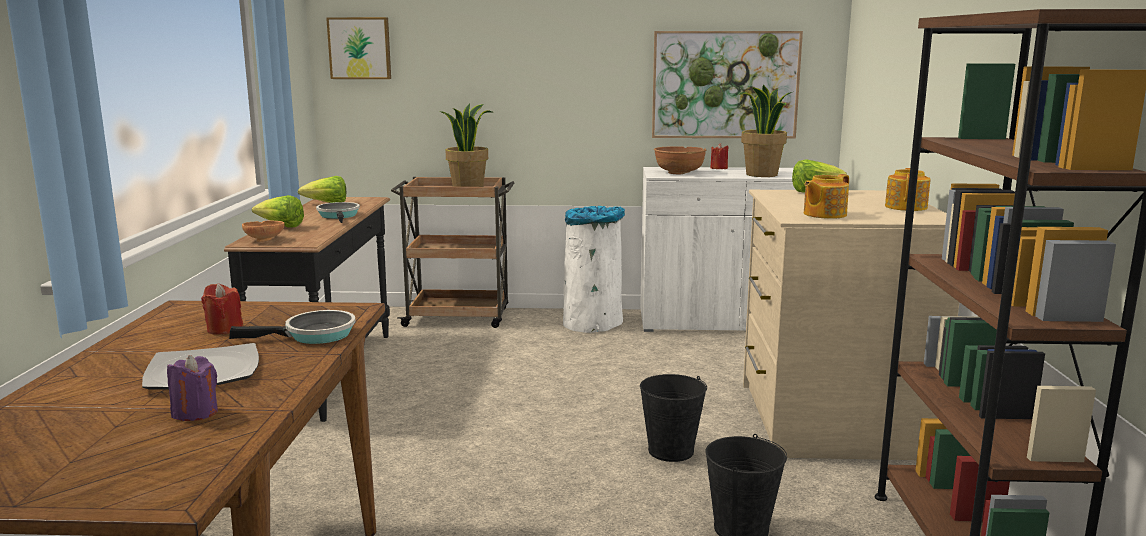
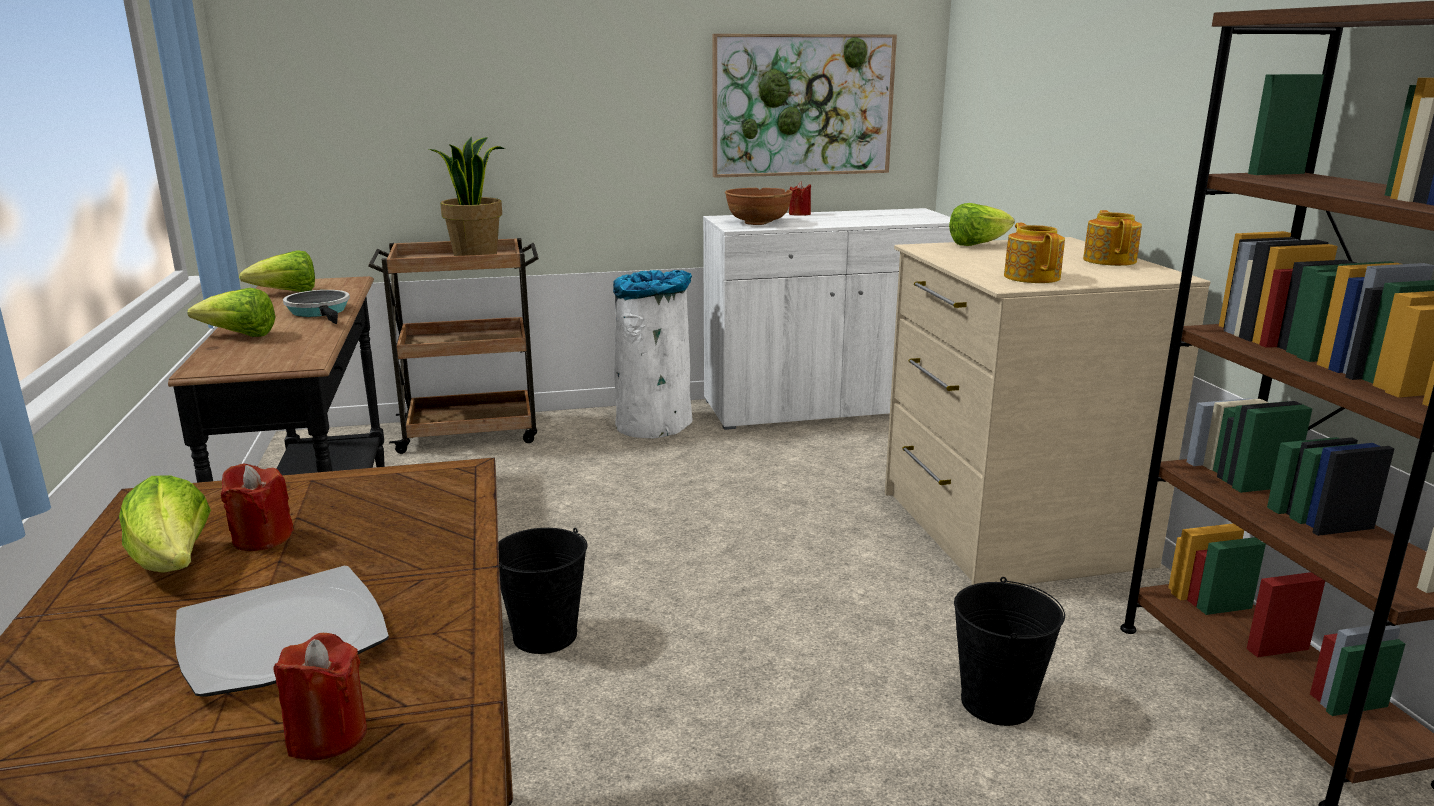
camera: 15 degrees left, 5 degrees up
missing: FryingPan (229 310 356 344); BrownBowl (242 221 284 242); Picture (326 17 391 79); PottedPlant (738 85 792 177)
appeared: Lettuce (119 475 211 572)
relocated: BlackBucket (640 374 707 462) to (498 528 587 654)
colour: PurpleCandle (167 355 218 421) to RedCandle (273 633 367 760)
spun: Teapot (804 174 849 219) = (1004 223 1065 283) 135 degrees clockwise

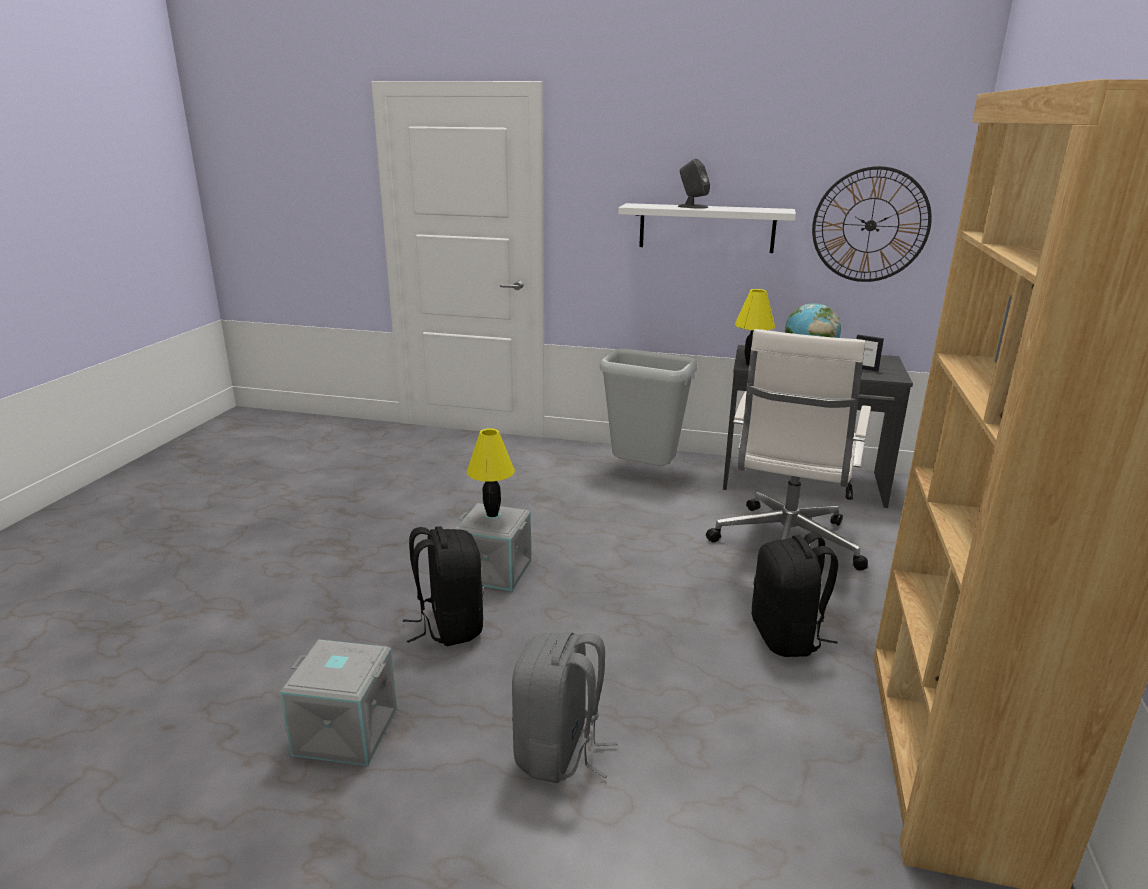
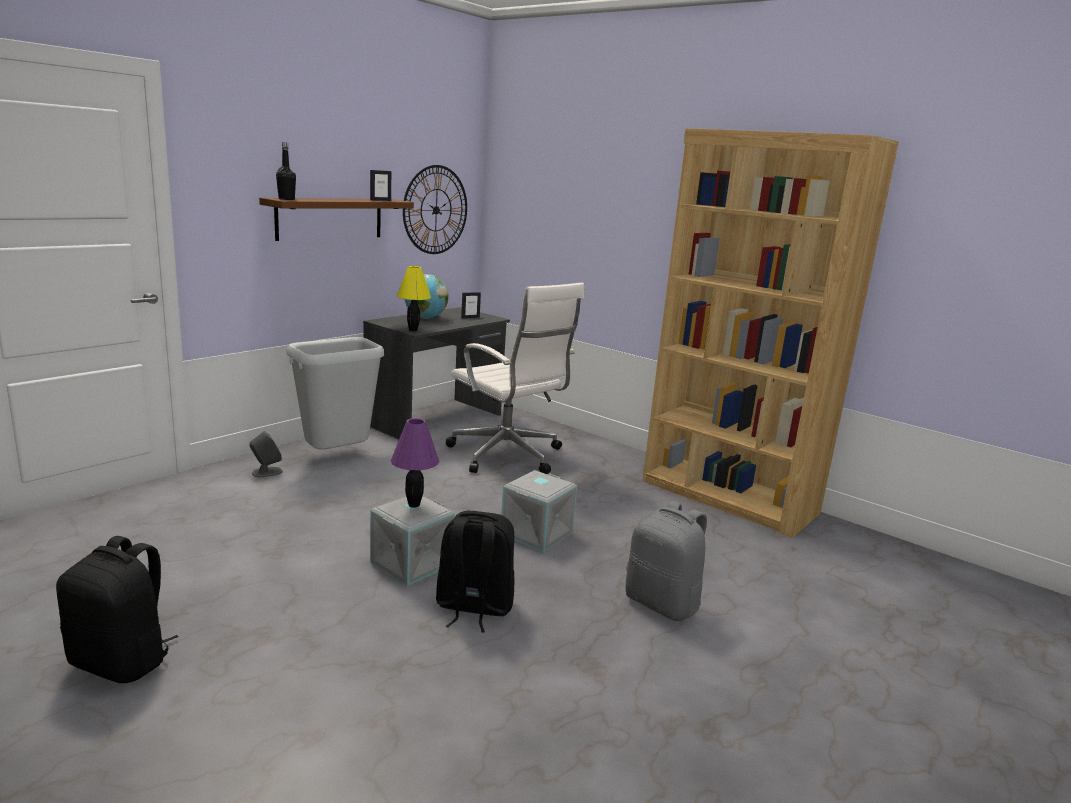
camera: 65 degrees left, 5 degrees down
appeared: BlackBottle (276 142 296 200); PictureFrame (370 170 391 201)
relocated: BlackBackpack (752 532 838 657) to (56 536 178 683); GreySpeaker (678 158 710 209) to (249 431 283 477); GreyStorageBox (280 640 397 766) to (501 470 577 553)
colour: WhiteShelf (618 203 796 253) to BrownShelf (259 198 414 241); YellowTableLamp (467 428 515 517) to PurpleTableLamp (391 418 439 508)

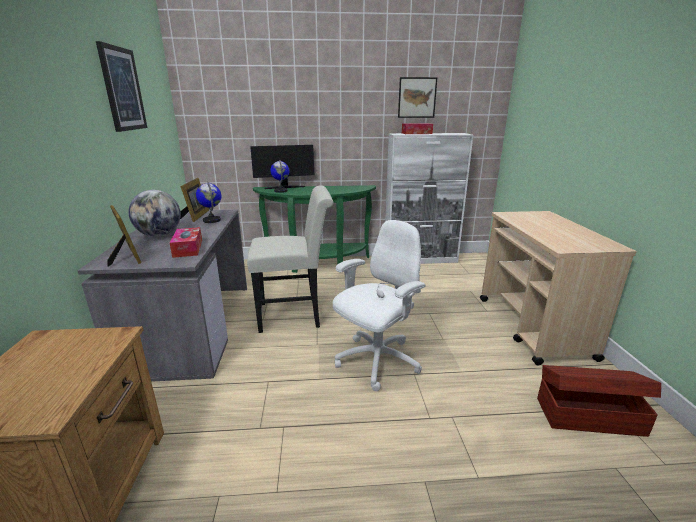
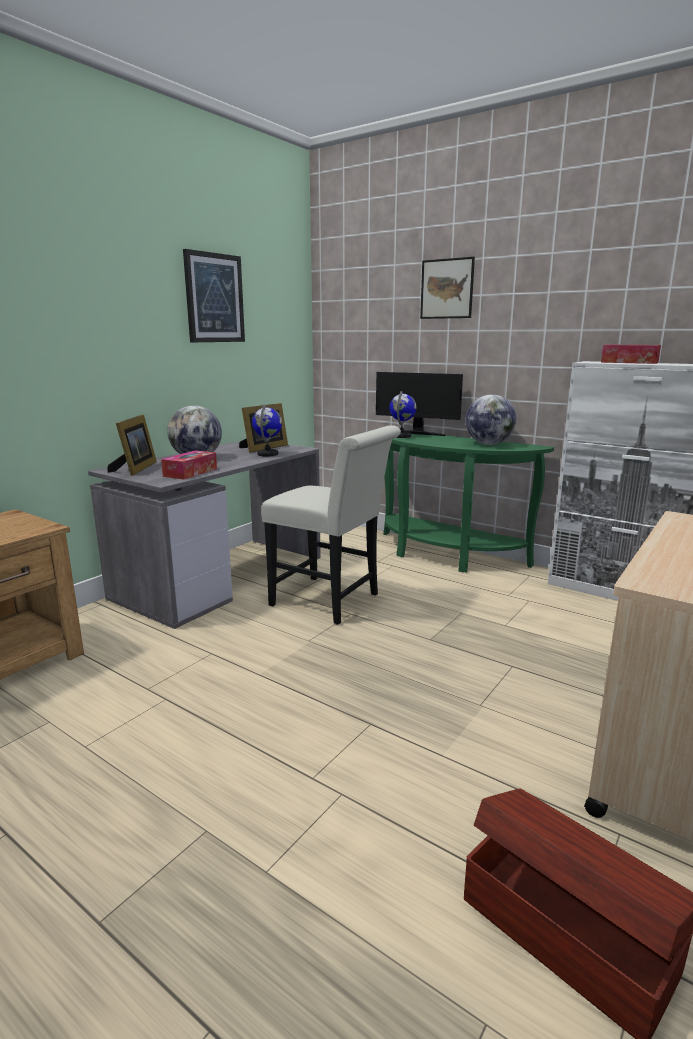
camera: 40 degrees right, 5 degrees down
missing: WhiteOfficeChair (333 220 425 391)
appeared: Globe (465 394 516 445)
relocated: Picture (398 77 437 118) to (420 257 475 319)

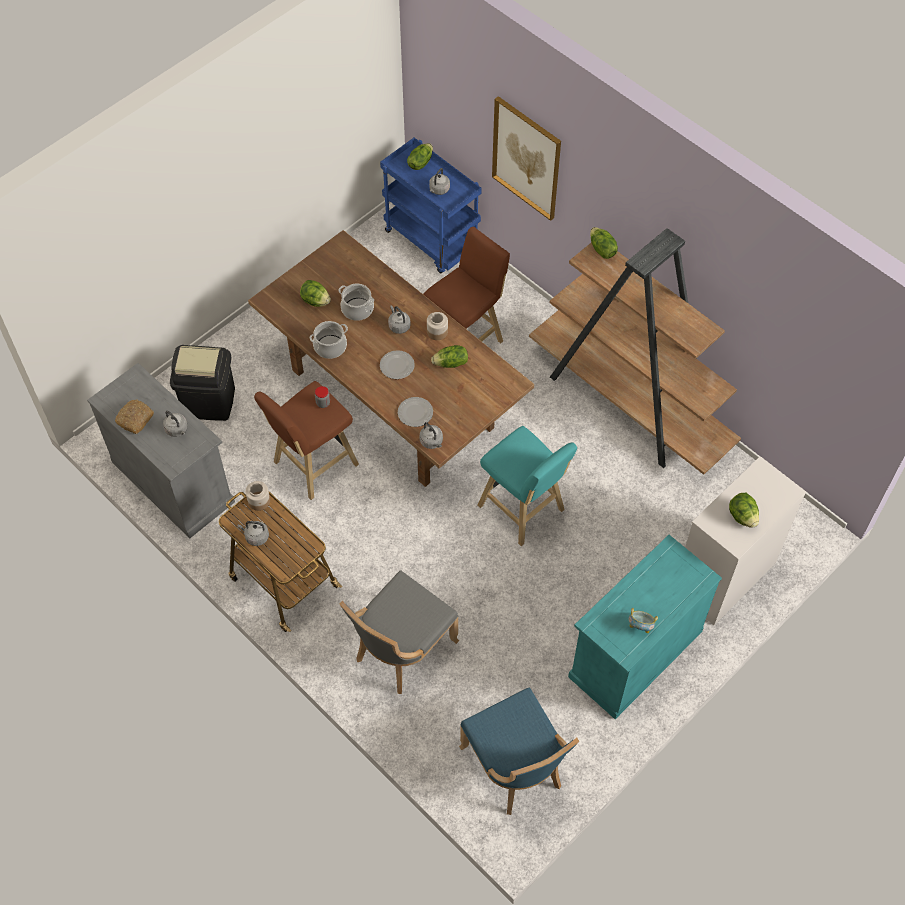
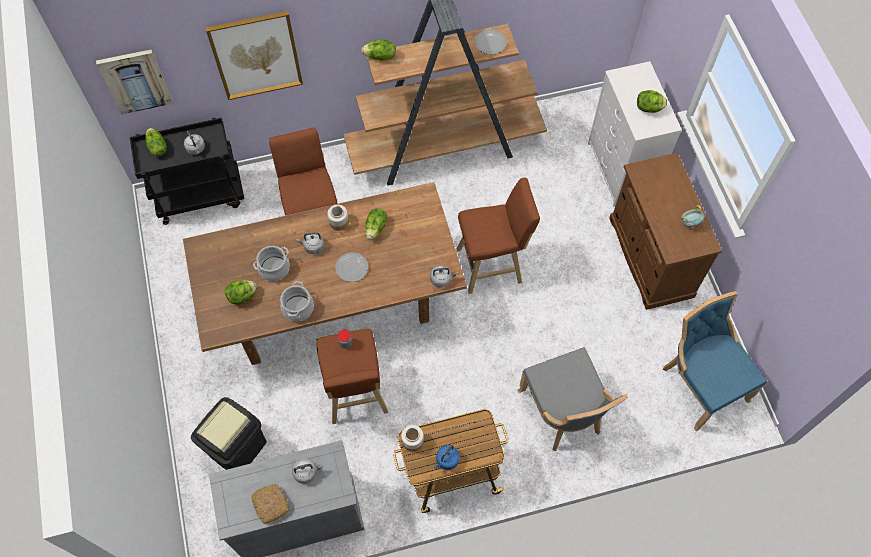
camera: 60 degrees left, 5 degrees up
appeared: Picture (96 50 173 115)
relocated: Plate (398 397 433 427) to (475 29 507 54)
colour: BlueCart (380 138 482 273) to BlackCart (130 118 244 225); GreyKettle (238 521 269 546) to BlueKettle (434 445 460 470); TurquoiseStool (477 426 577 546) to BrownStool (456 178 540 294); TurquoiseCabinet (568 535 722 719) to BrownCabinet (609 153 722 310)
spun: BlueChair (459 687 579 815) = (662 291 767 432) 120 degrees counterclockwise

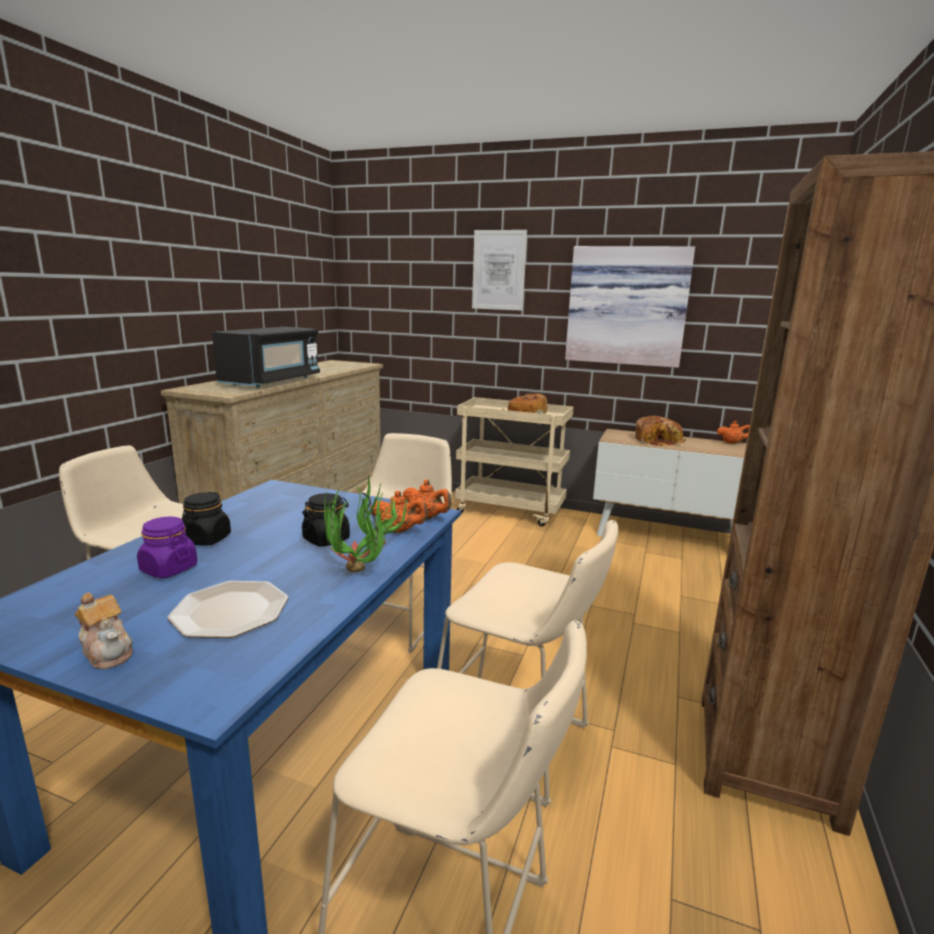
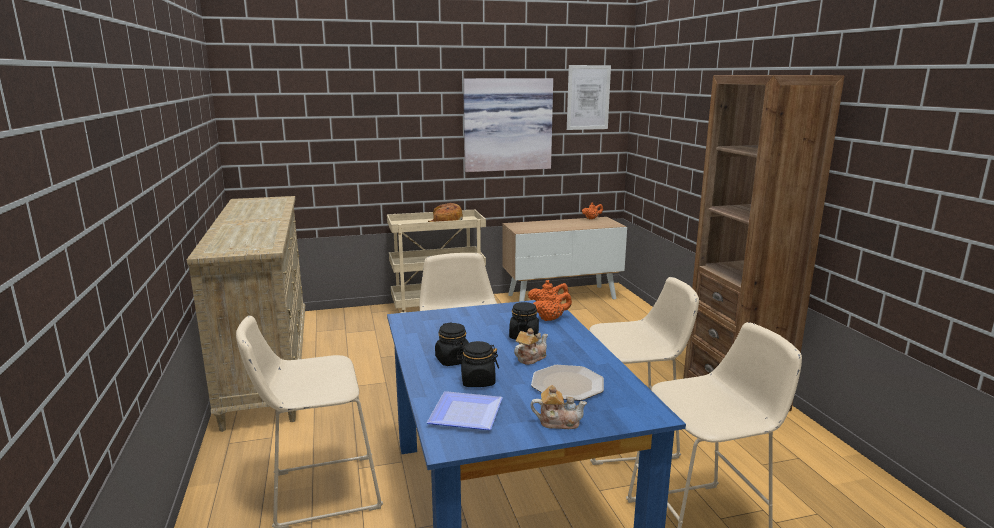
camera: 35 degrees left, 0 degrees up
missing: BlackMicrowave (212 327 320 388); PottedPlant (324 475 408 572); Bread (635 416 686 446)
appeared: Plate (427 391 503 430); Teapot (514 328 548 365)
relocated: Picture (472 230 527 311) to (567 65 611 130)
colour: PurpleJar (137 517 197 578) to BlackJar (456 341 499 387)

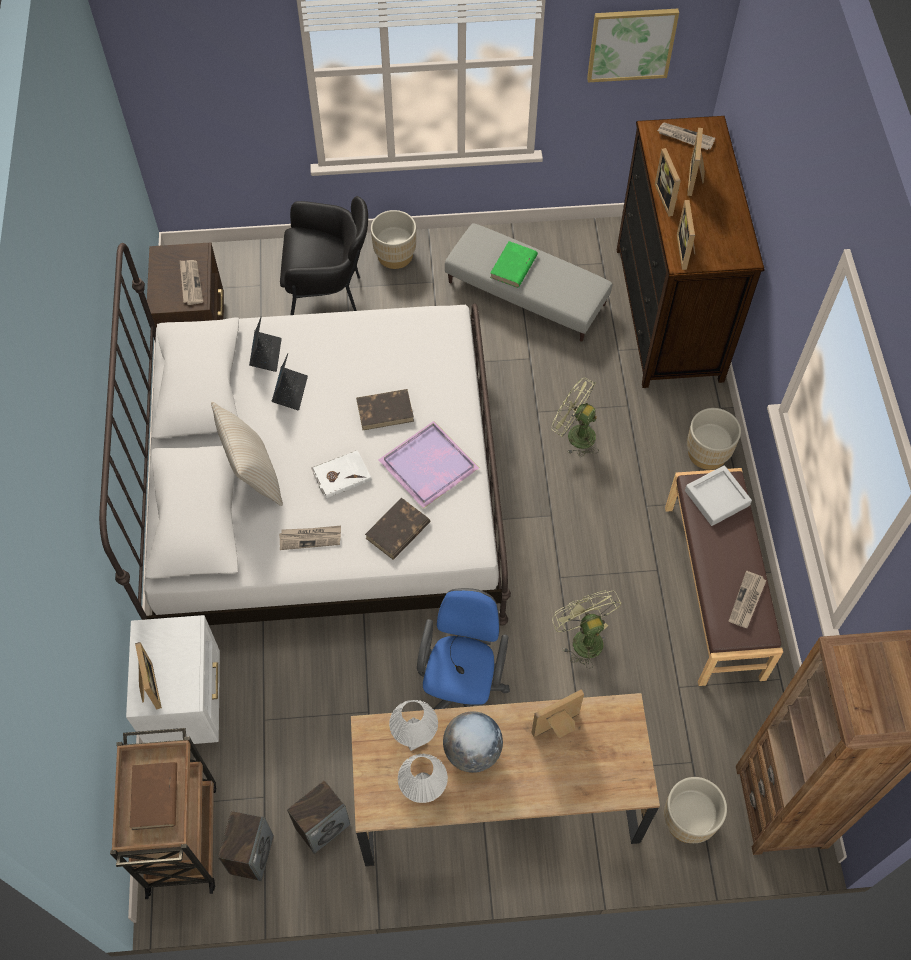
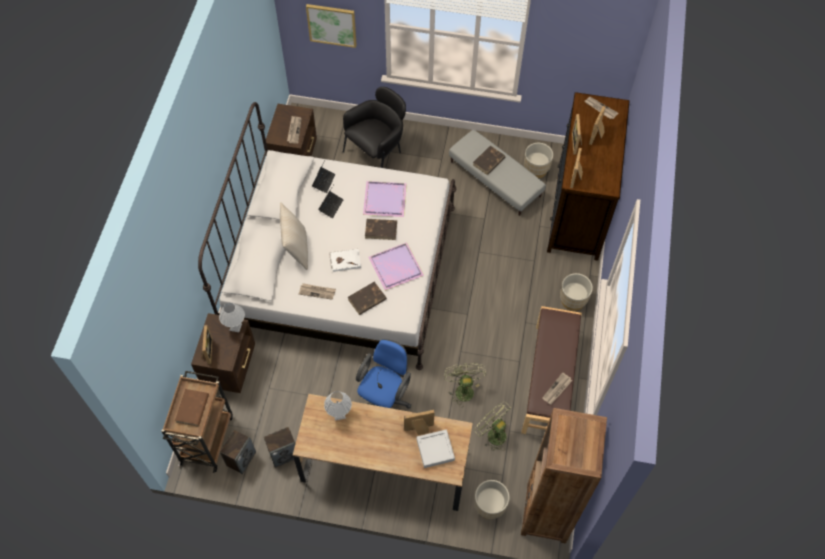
camera: 15 degrees right, 0 degrees up
missing: Globe (443 711 503 773)
appeared: PurpleTray (363 181 407 217)
relocated: WhiteTableLamp (398 754 448 803) to (219 303 245 332); Picture (587 9 679 83) to (306 4 357 48); GreyTray (685 465 752 526) to (416 429 455 468); GreenFan (551 378 599 457) to (474 402 511 451); BeigePlanter (371 210 416 269) to (524 143 553 178)
colour: WhiteNightstand (126 615 220 744) to BrownNightstand (191 313 255 393); GreenBook (490 241 538 288) to BrownBook (473 146 506 175)
spun: BlackArmchair (280 196 368 315) = (343 87 406 168) 60 degrees counterclockwise

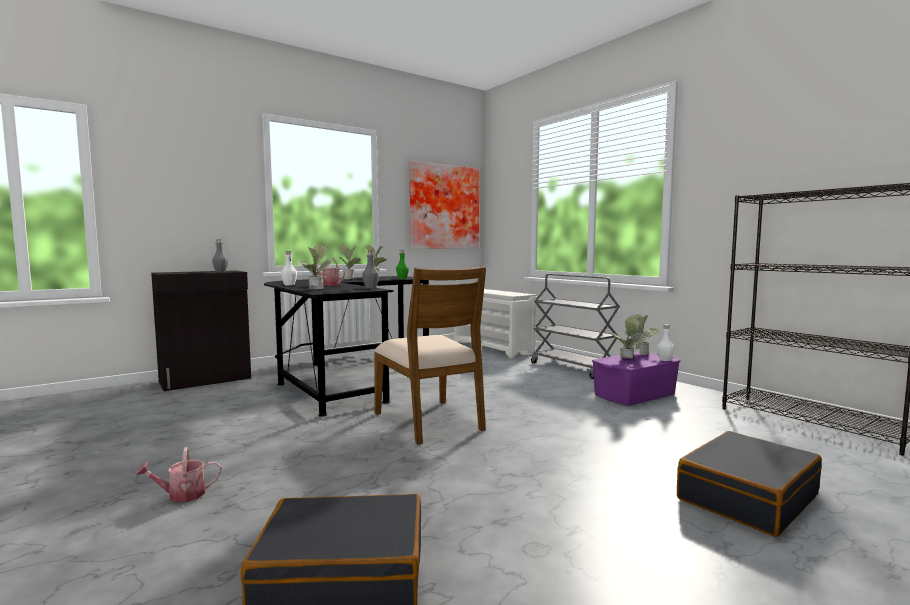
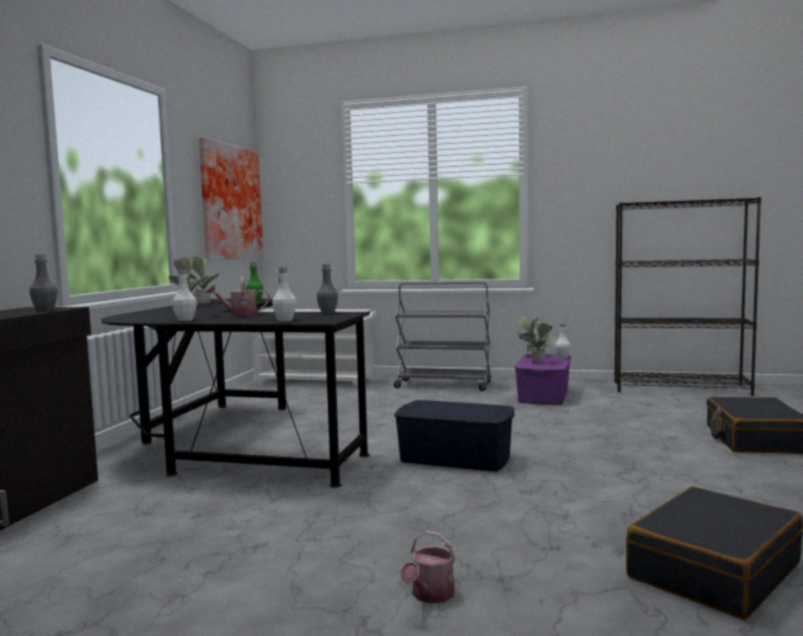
camera: 40 degrees left, 0 degrees up
exchanged: PottedPlant (298 244 331 289) to WhiteBottle (272 267 296 322); BrownChair (374 266 486 444) to BlueStorageBox (395 400 515 472)

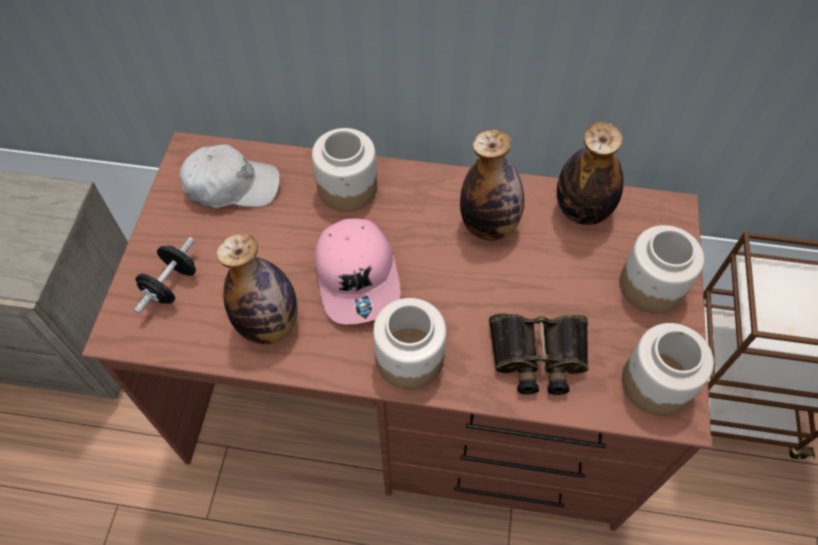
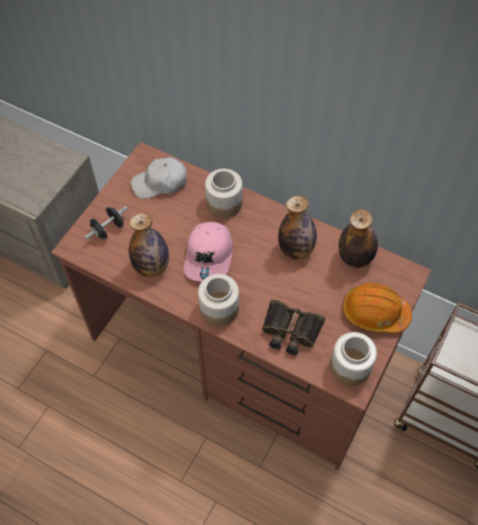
camera: 20 degrees right, 0 degrees up
exchanged: Jar (620 225 704 314) to OrangeHardHat (343 283 412 333)
spun: WhiteCap (180 144 280 208) = (131 157 187 199) 150 degrees clockwise

